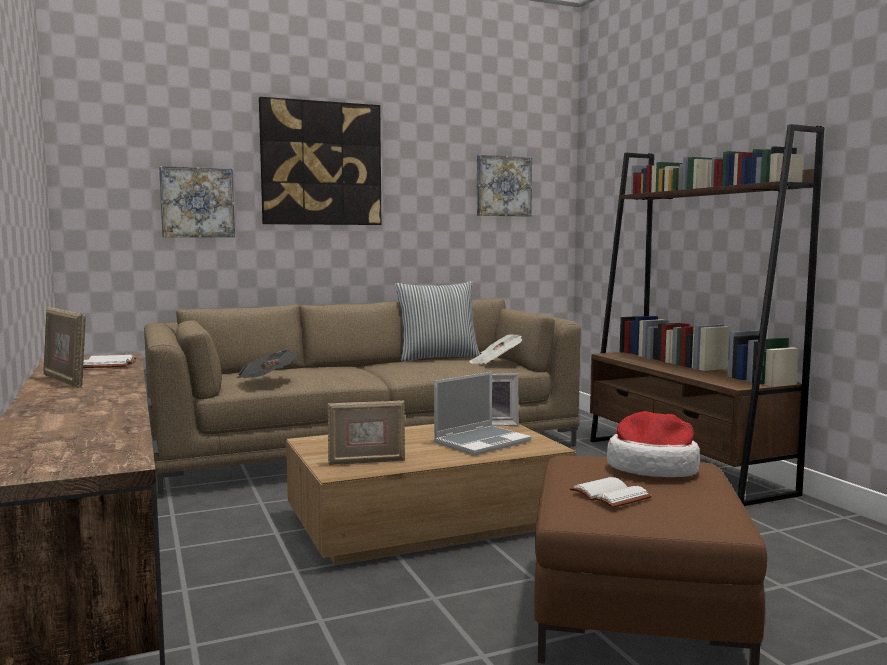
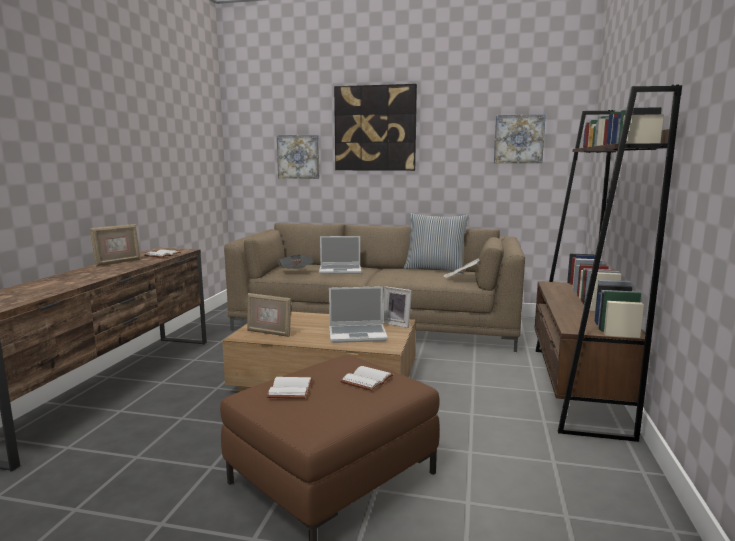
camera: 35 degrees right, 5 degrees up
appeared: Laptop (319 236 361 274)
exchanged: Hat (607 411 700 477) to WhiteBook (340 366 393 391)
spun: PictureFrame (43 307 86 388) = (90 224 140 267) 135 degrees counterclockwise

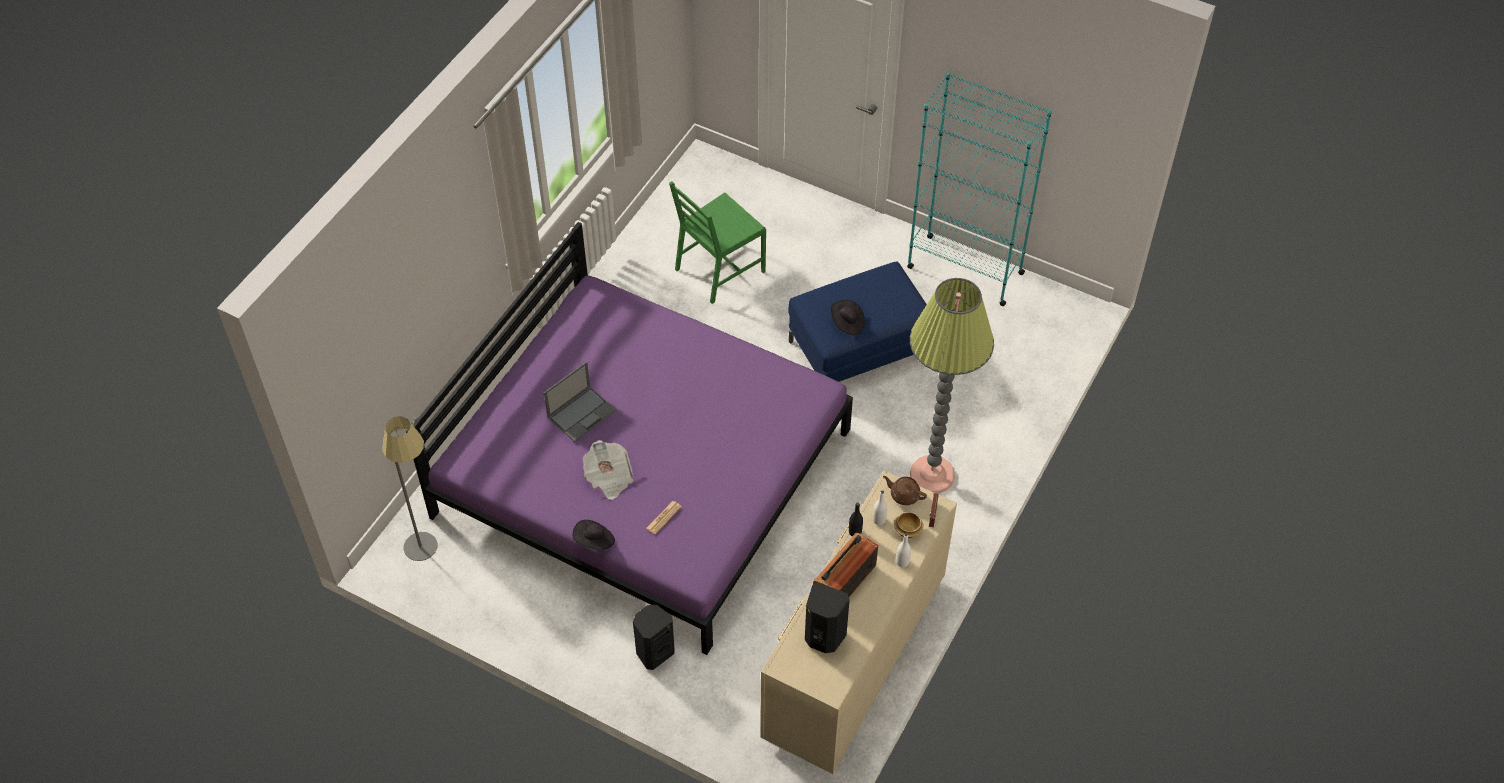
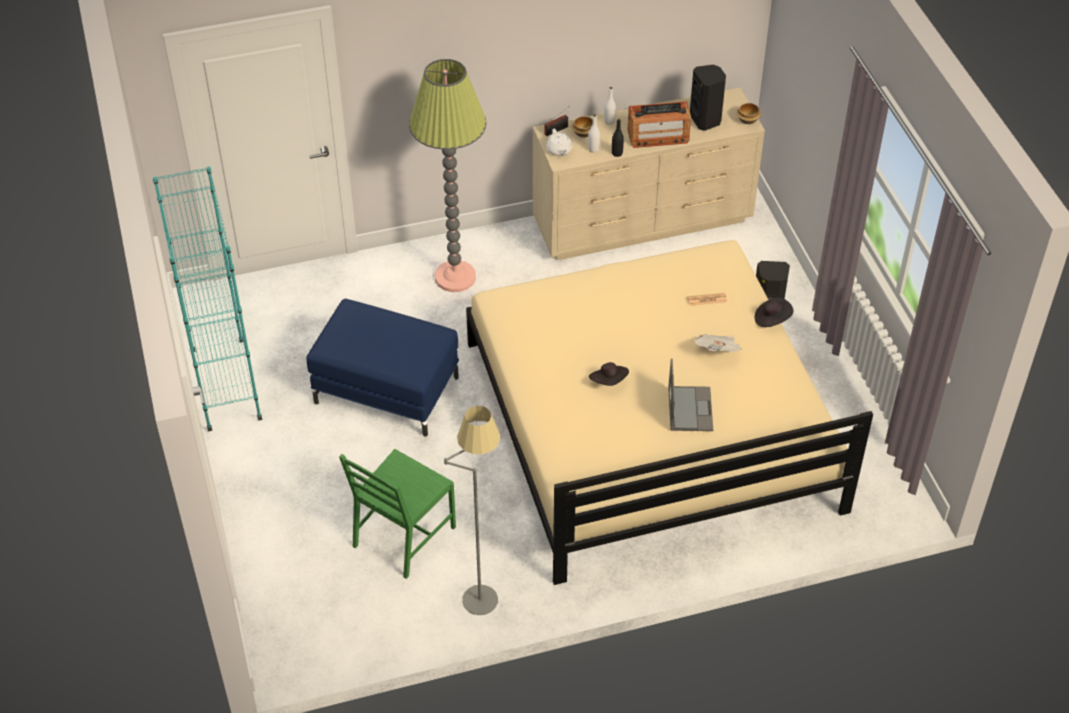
camera: 135 degrees left, 5 degrees down
appeared: Bowl (737 103 761 124)
relocated: GreyFloorLamp (382 416 437 561) to (444 406 500 615); BlackHat (831 300 865 335) to (589 362 629 386)
colour: PurpleBed (406 222 853 655) to BeigeBed (466 240 873 585); BrownTeapot (883 476 927 505) to WhiteTeapot (546 129 572 156)
spun: GreenChair (669 181 766 304) = (339 449 456 579) 120 degrees clockwise; Laptop (544 362 616 442) = (668 358 713 431) 90 degrees clockwise

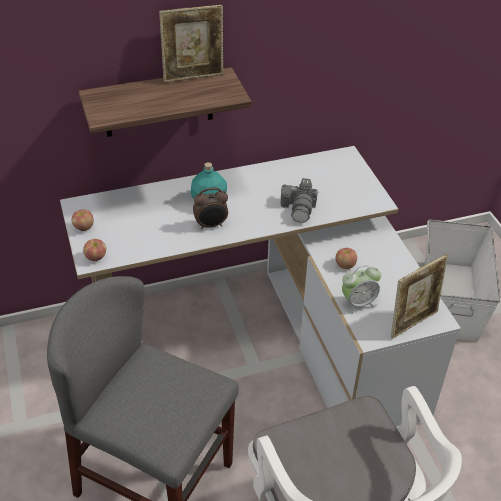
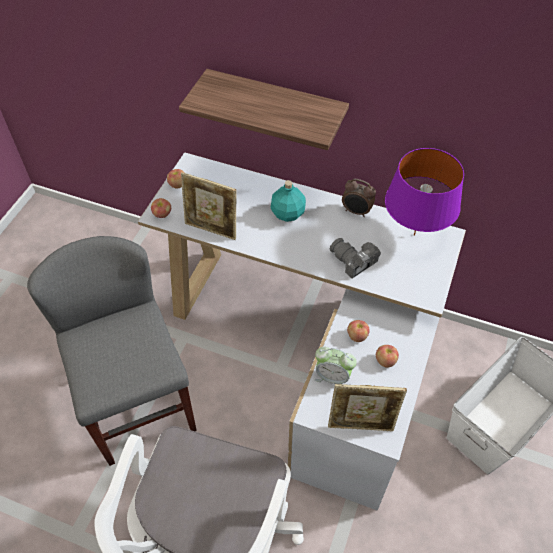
camera: 40 degrees right, 10 degrees up
appeared: Apple (376 345 399 368); PurpleTableLamp (385 148 464 236)
relocated: PictureFrame (159 5 224 83) to (181 172 237 240); AlarmClock (193 187 228 230) to (342 179 376 217)
spun: PhotoCamera (281 178 318 223) = (330 238 381 279) 90 degrees clockwise

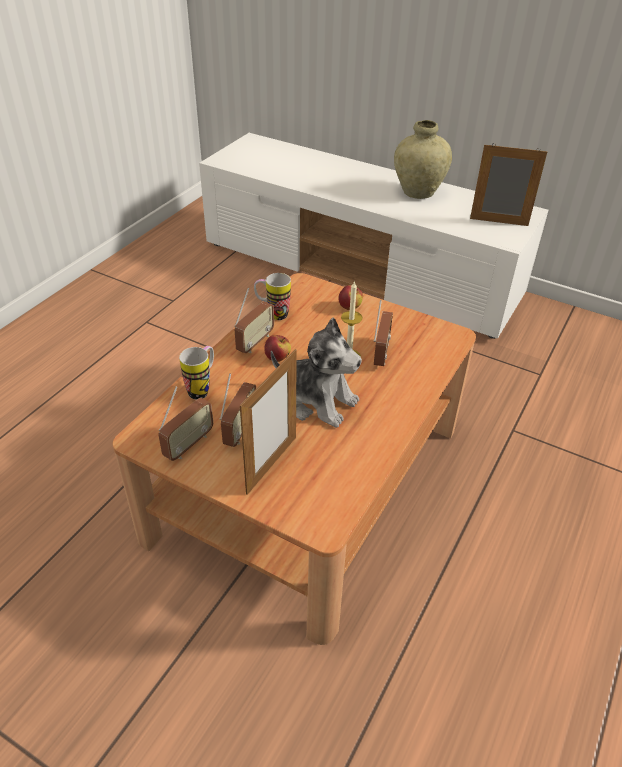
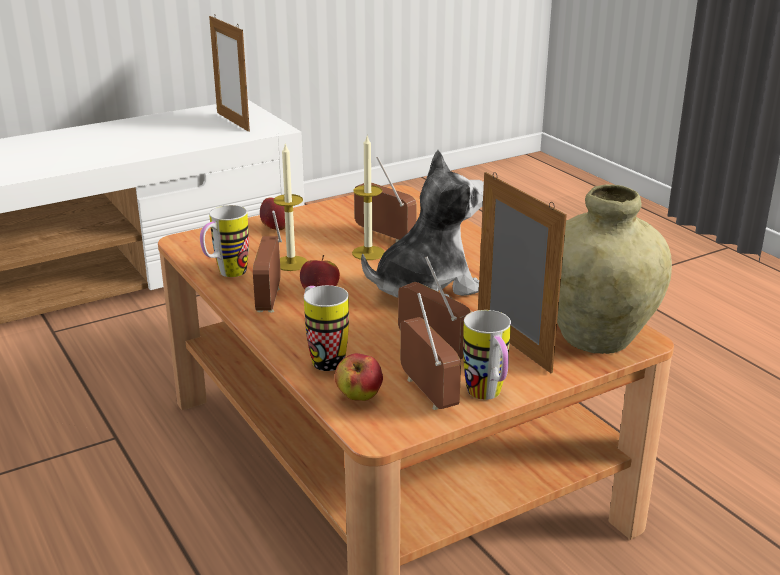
camera: 60 degrees left, 15 degrees down
appeared: Candle (273 142 308 271); Apple (335 353 383 401); Mug (463 310 511 400)
relocated: BeigeVase (394 120 452 199) to (557 184 672 354)
spun: PictureFrame (470 143 547 226) = (209 14 250 132) 75 degrees counterclockwise; Radio (234 288 274 353) = (253 211 282 313) 150 degrees counterclockwise

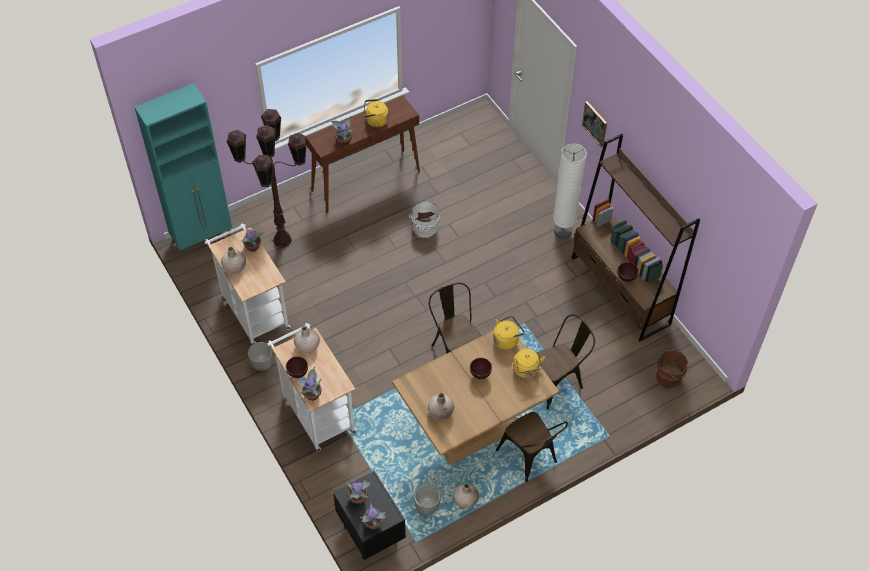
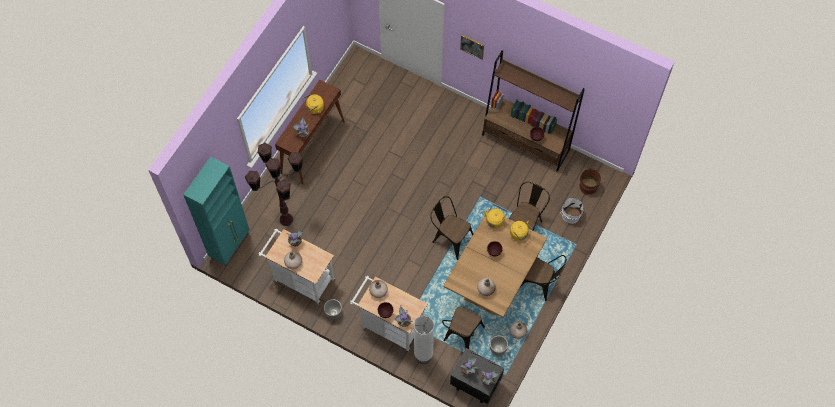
camera: 30 degrees left, 10 degrees up
appeared: BrownChair (442 306 485 349)
relocated: WhiteFloorLamp (553 143 587 239) to (414 316 434 364); WhiteBucket (409 201 439 237) to (561 197 584 224)

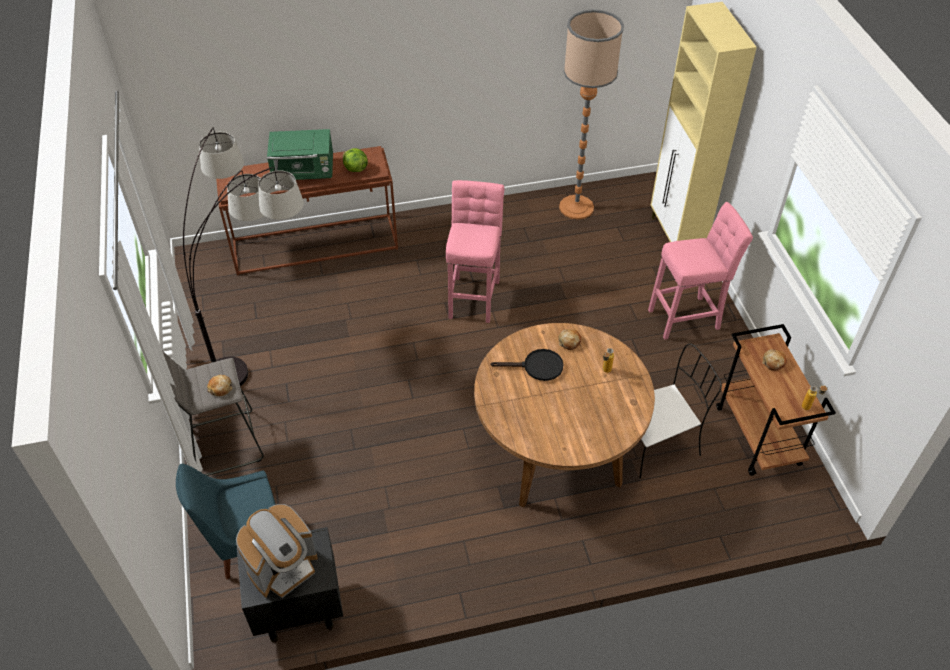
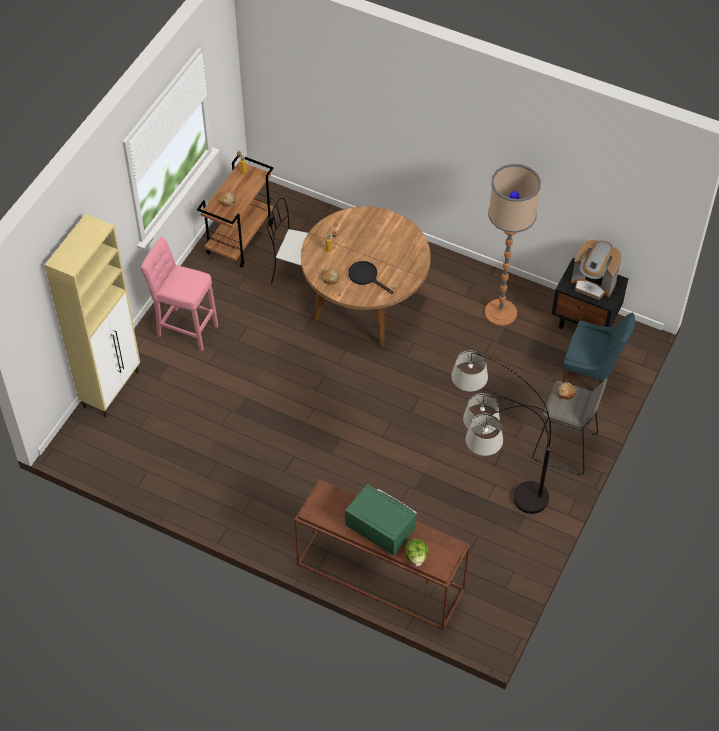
camera: 140 degrees left, 5 degrees up
missing: PinkStool (446 180 504 323)
relocated: Lettuce (343 148 368 172) to (405 538 429 567); FloorLamp (559 9 624 220) to (485 164 541 326)
spun: CoffeeMachine (236 504 318 598) = (571 240 622 300) 150 degrees counterclockwise

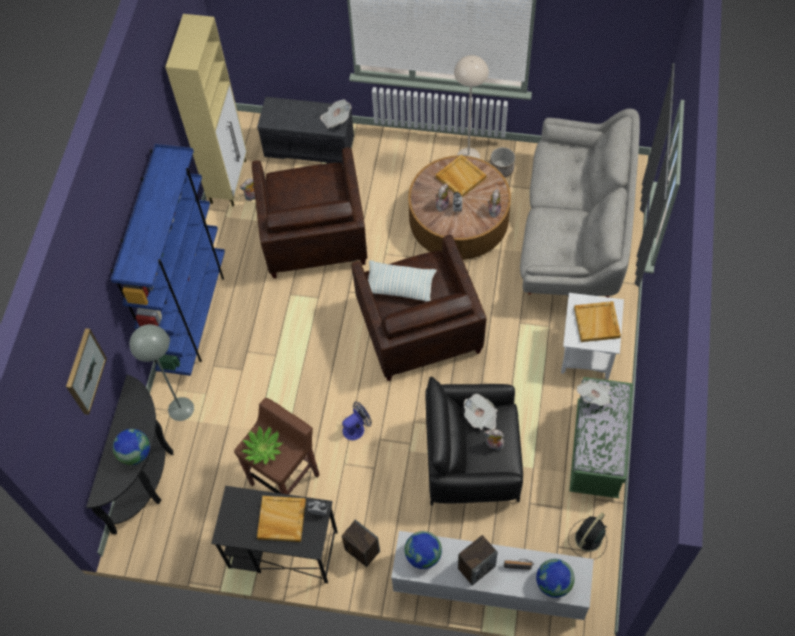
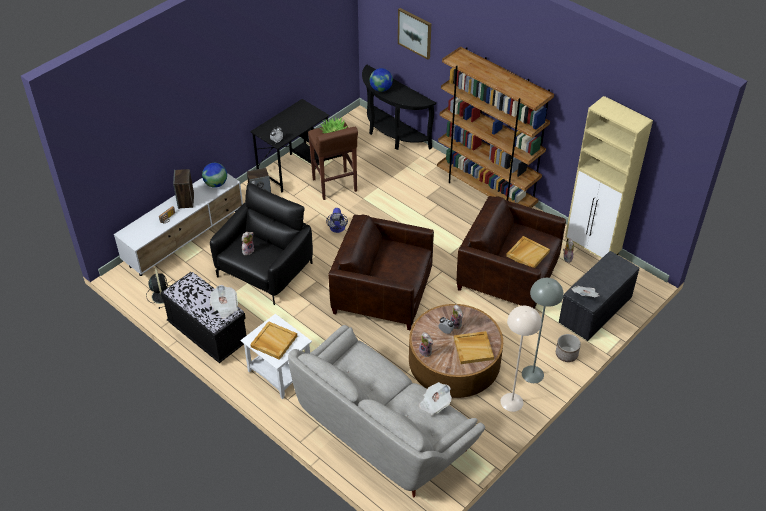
camera: 120 degrees right, 15 degrees down
missing: Pillow (368 260 437 302); Globe (536 559 575 598)
relocated: Newspaper (464 394 498 430) to (419 382 452 416); BeigeTray (257 496 306 542) to (506 236 550 268); GreyFloorLamp (129 324 194 421) to (522 278 564 383); Planter (490 147 515 177) to (556 334 581 362)
colour: GreenBench (569 377 633 498) to BlackBench (160 272 247 363); BlueBookcase (110 144 225 376) to BrownBookcase (437 47 554 208)

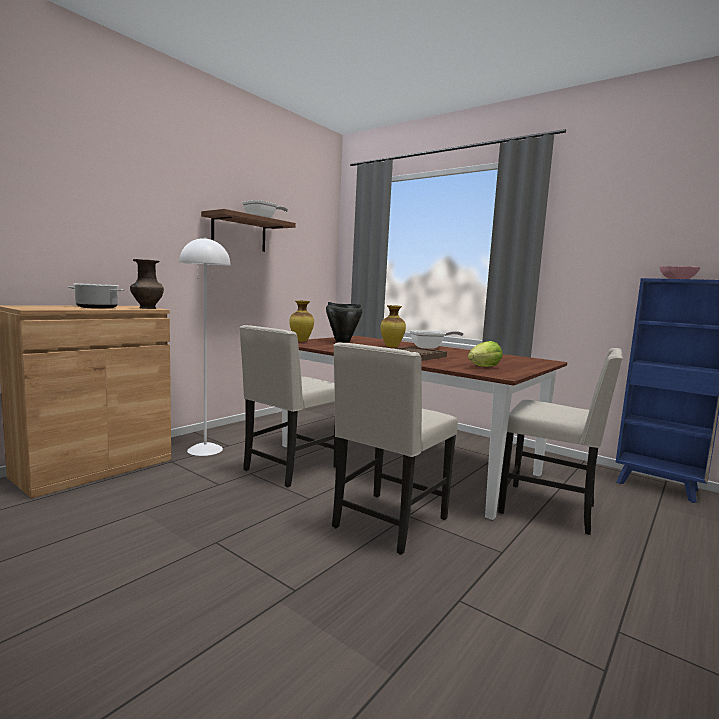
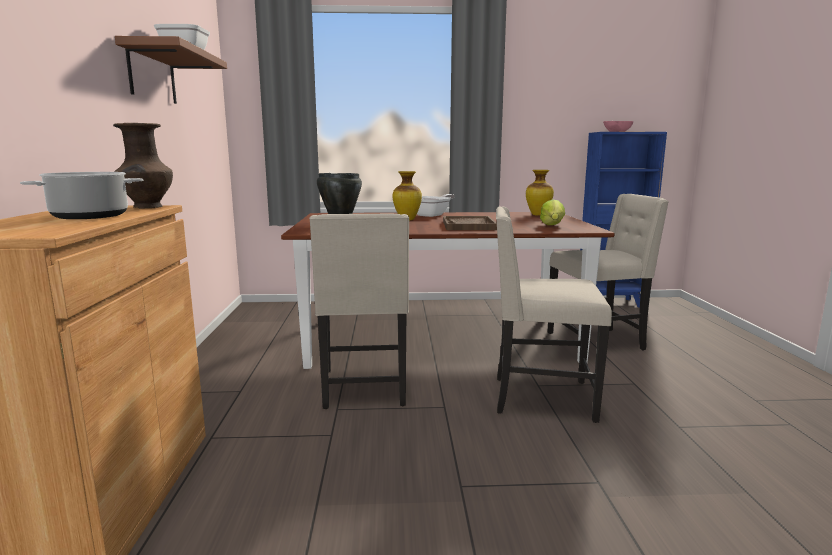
camera: 40 degrees left, 5 degrees up
missing: WhiteFloorLamp (179 237 231 456)
relocated: Vase (289 300 314 342) to (526 170 554 216)
spun: BeigeChair (332 342 458 555) = (496 207 612 423) 105 degrees clockwise

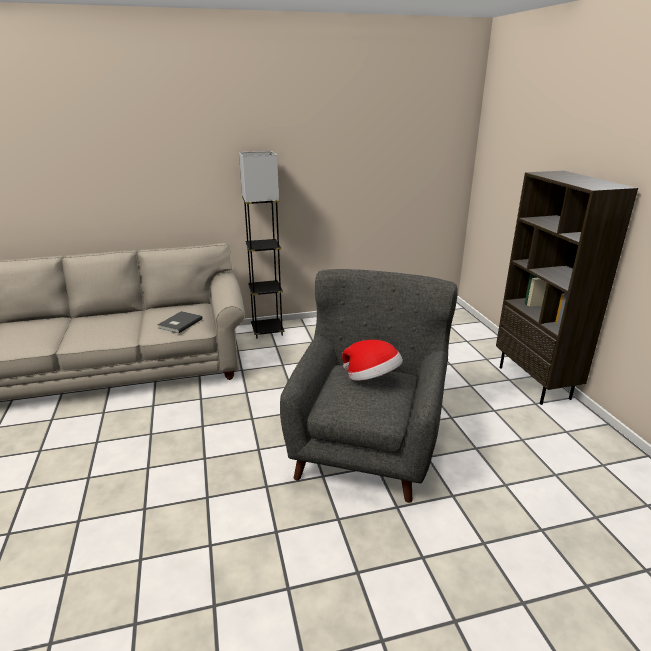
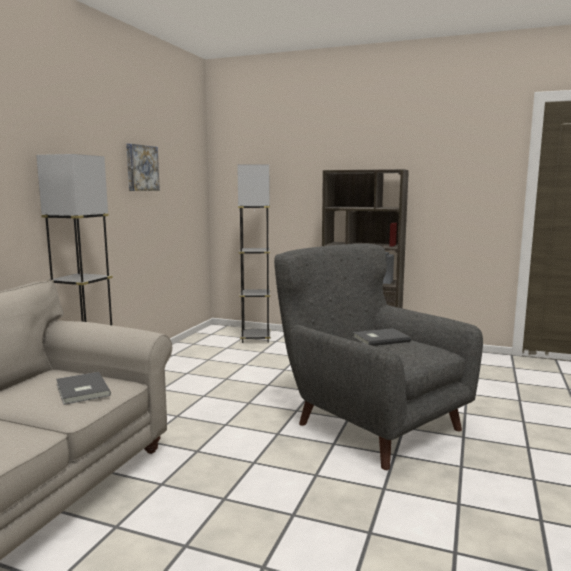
camera: 55 degrees left, 15 degrees down
appeared: Picture (126 144 160 191); GreyFloorLamp (237 165 271 343)
exchanged: Hat (342 340 403 381) to GreyBook (353 328 411 346)

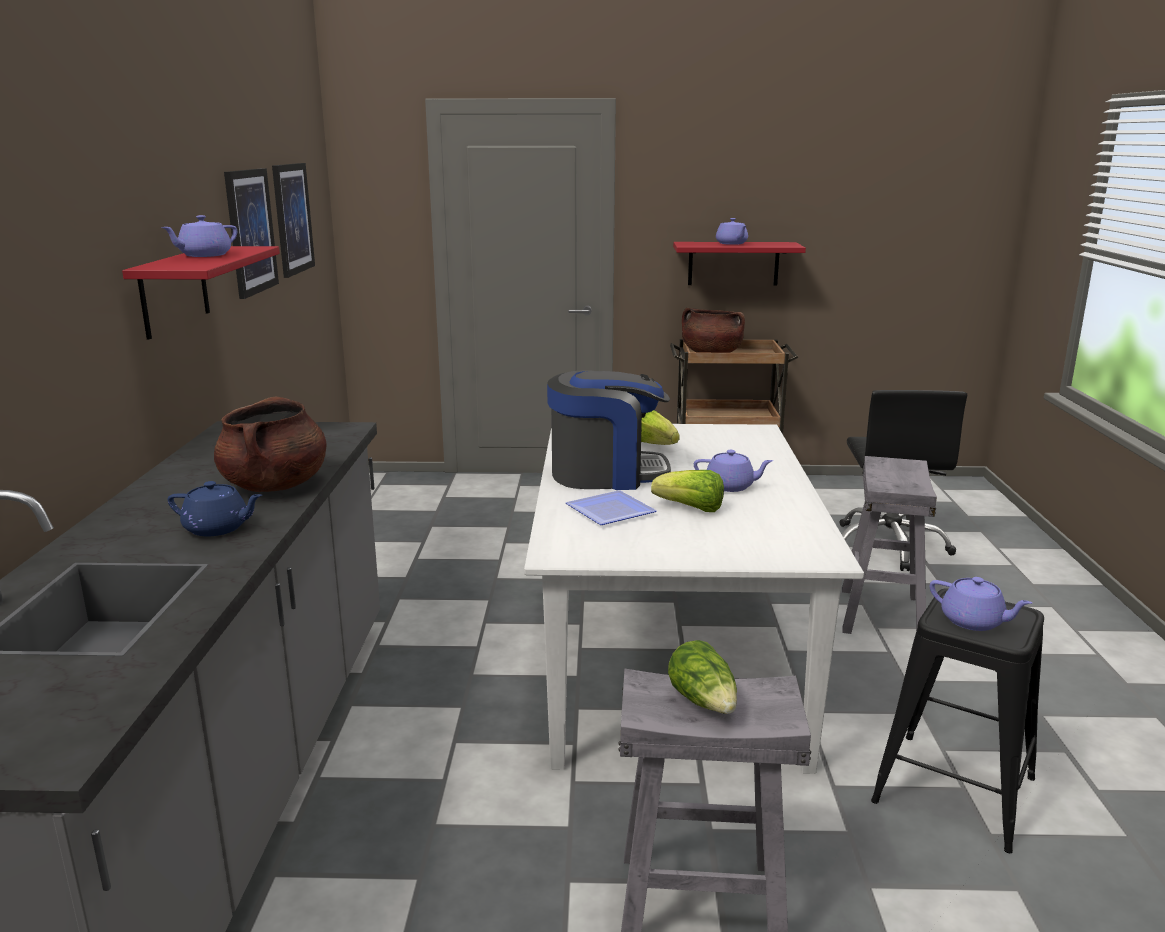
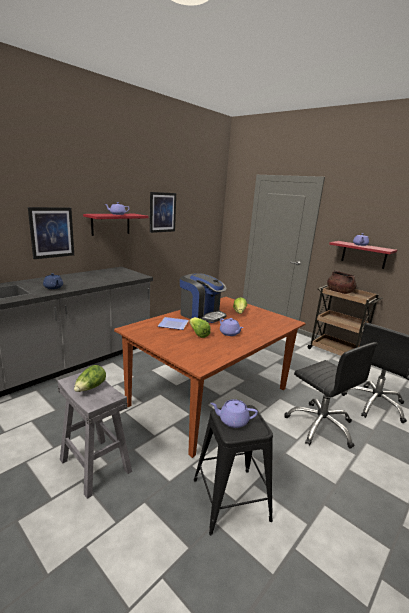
camera: 40 degrees right, 0 degrees up
missing: BrownCookingPot (214 397 327 492)
relocated: Picture (272 163 315 278) to (28 207 74 259)
exchanged: GreyStool (842 456 937 634) to BlackOfficeChair (284 342 378 449)
colour: WhiteDiningTable (524 424 864 774) to BrownDiningTable (114 297 306 458)
spun: PurpleTeapot (930 577 1032 631) = (210 399 258 428) 105 degrees clockwise

